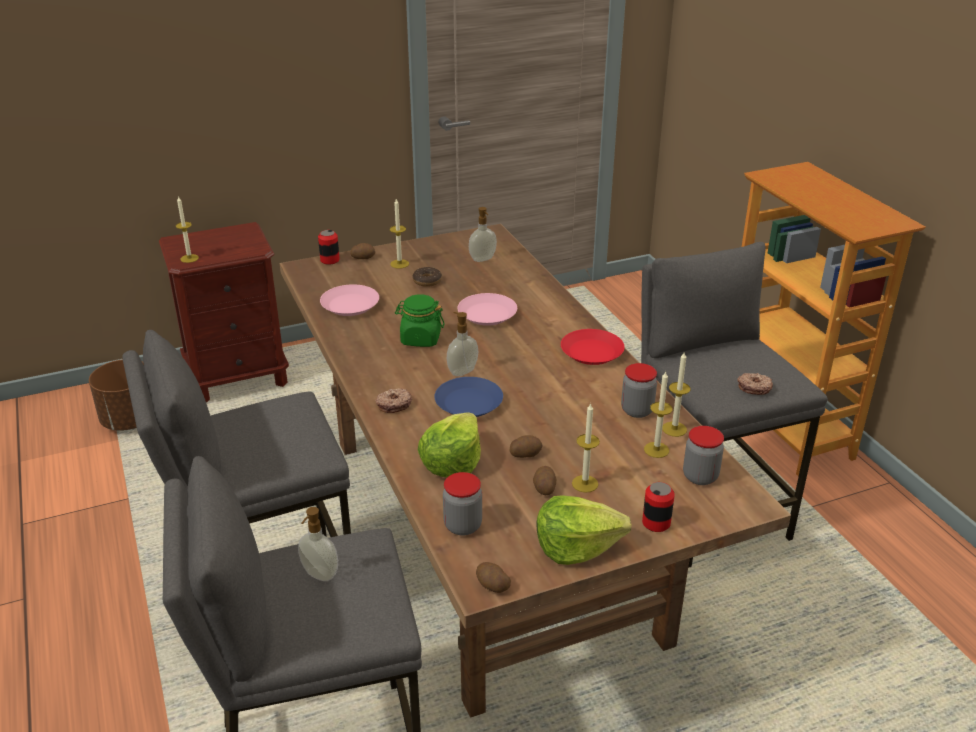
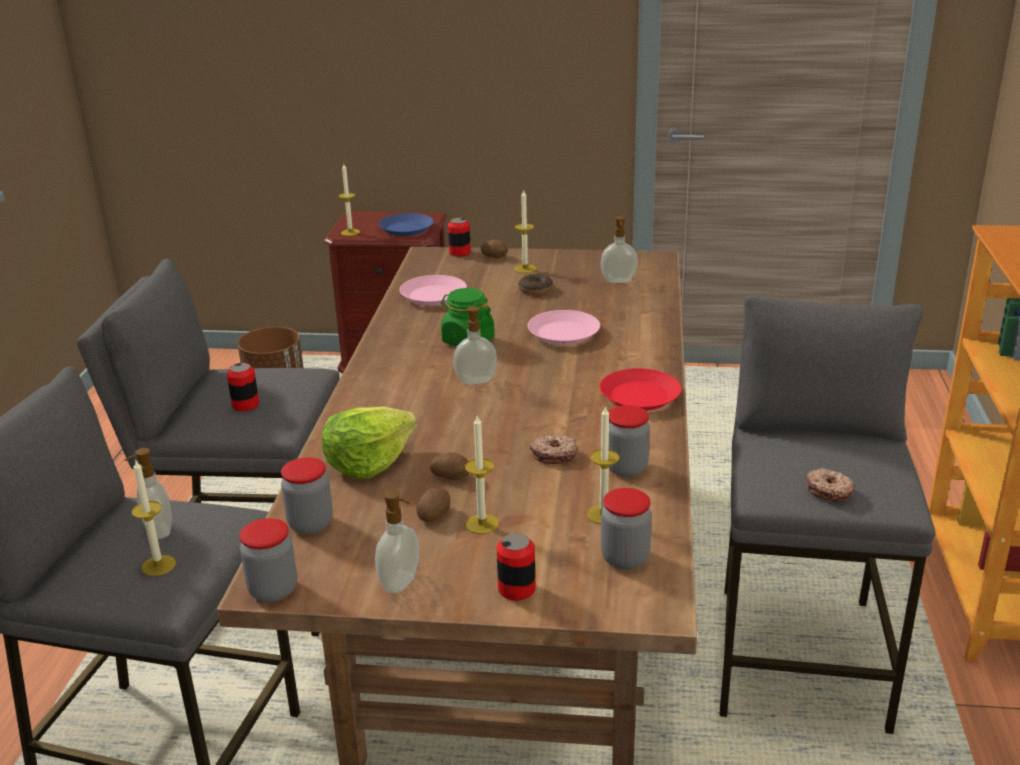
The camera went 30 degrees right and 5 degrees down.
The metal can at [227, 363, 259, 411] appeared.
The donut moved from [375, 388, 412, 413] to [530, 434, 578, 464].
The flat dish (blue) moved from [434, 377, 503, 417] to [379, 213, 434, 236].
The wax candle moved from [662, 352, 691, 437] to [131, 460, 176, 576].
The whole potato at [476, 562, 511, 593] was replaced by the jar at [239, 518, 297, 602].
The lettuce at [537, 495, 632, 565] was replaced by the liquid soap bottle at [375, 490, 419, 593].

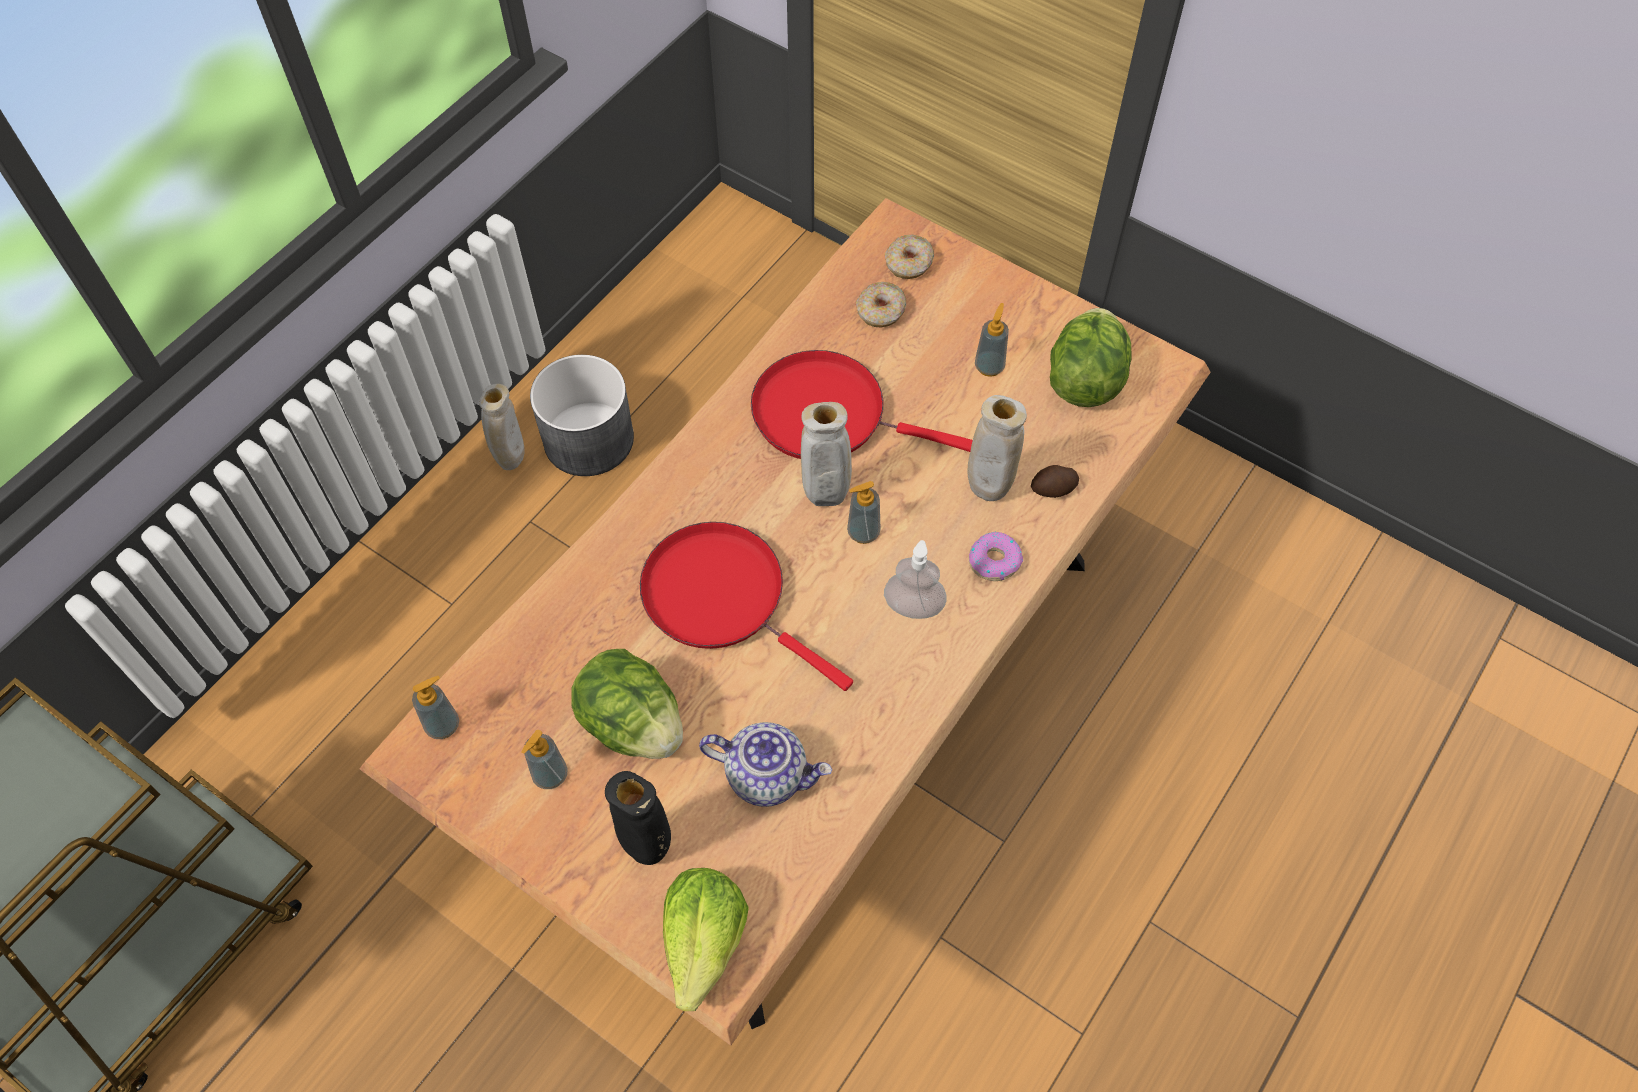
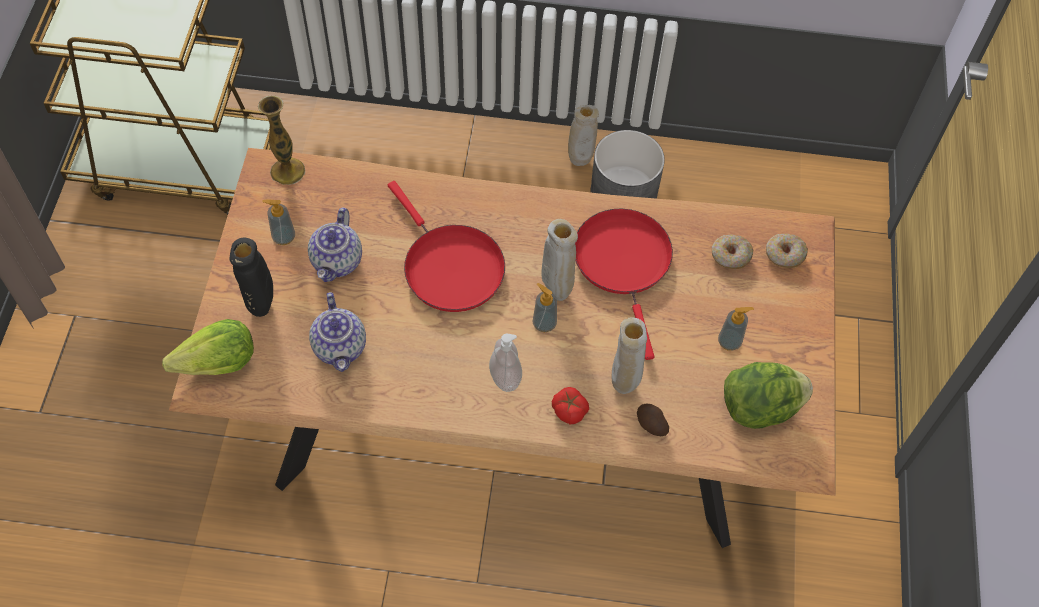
The camera went 60 degrees right and 0 degrees up.
The liquid soap bottle at [412, 676, 459, 739] was replaced by the vase at [258, 96, 305, 185].
The lettuce at [571, 649, 683, 759] was replaced by the pot for tea at [308, 208, 362, 282].
The donut at [969, 532, 1023, 581] was replaced by the tomato at [552, 387, 589, 425].
The pan (red-coloured) at [640, 522, 853, 691] turned 135 degrees clockwise.

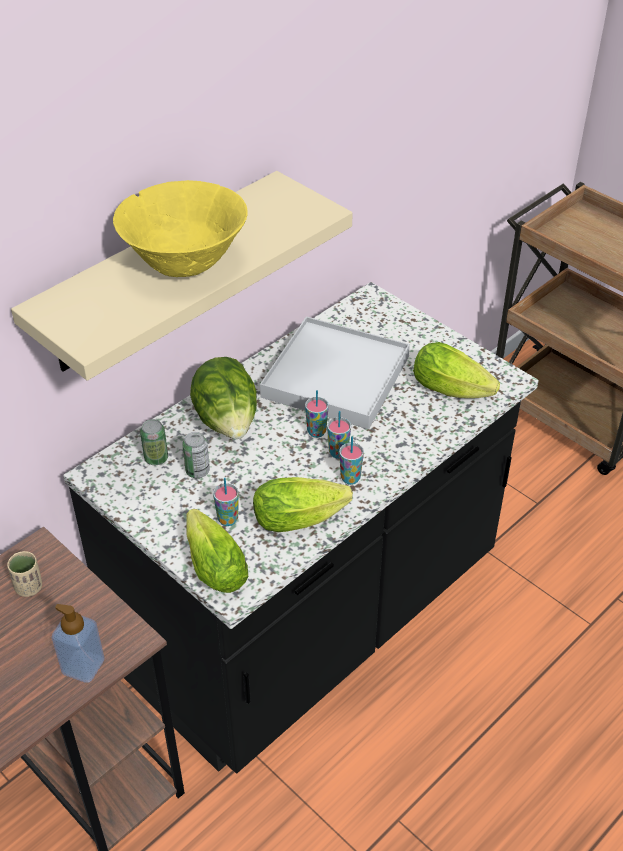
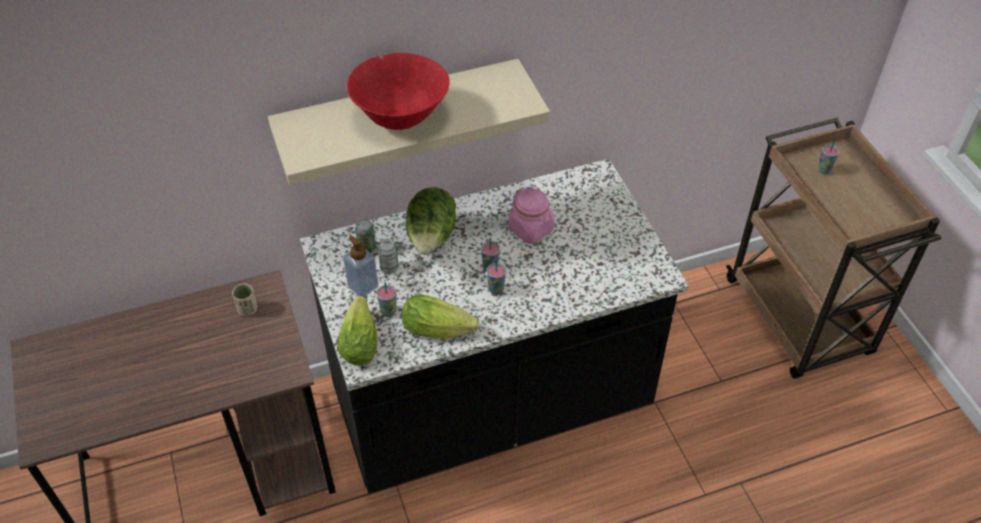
The camera went 25 degrees right and 5 degrees up.
The lettuce at [413, 342, 500, 398] disappeared.
The liquid soap bottle moved from [52, 604, 104, 683] to [343, 236, 378, 297].
The small cup moved from [339, 436, 364, 485] to [818, 140, 839, 174].
The serving tray (white) at [260, 316, 410, 429] was replaced by the jar (pink) at [508, 187, 554, 244].
The serving bowl (yellow) at [113, 180, 248, 277] became the serving bowl (red-coloured) at [347, 53, 450, 130].

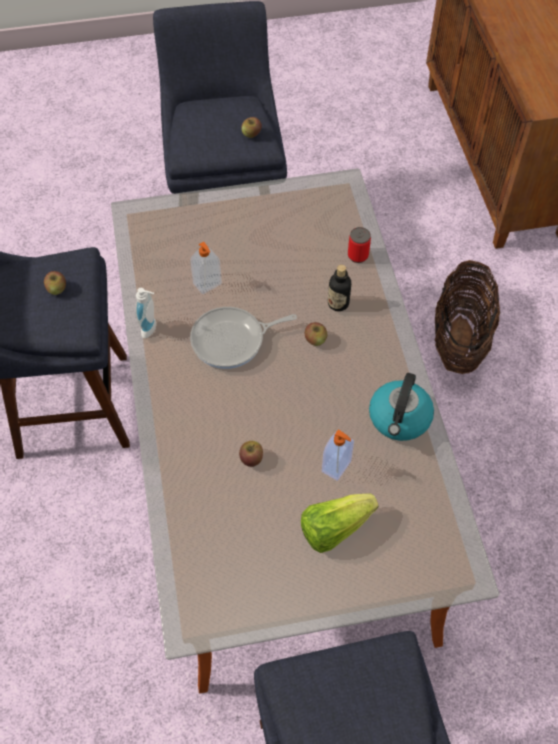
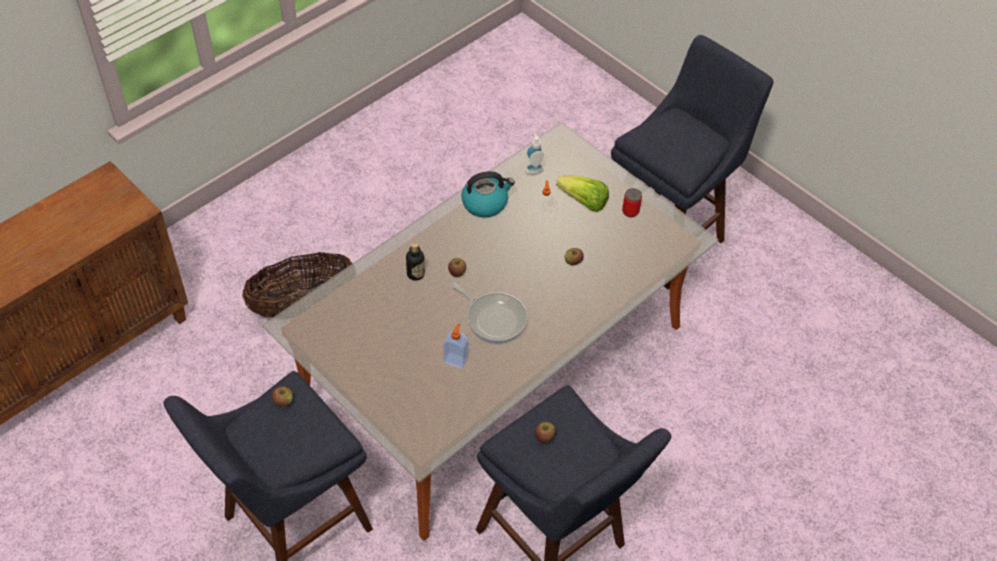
The camera went 125 degrees left and 5 degrees down.
The liquid soap bottle moved from [135, 288, 156, 338] to [523, 131, 548, 175].
The metal can moved from [348, 227, 371, 263] to [622, 188, 642, 217].

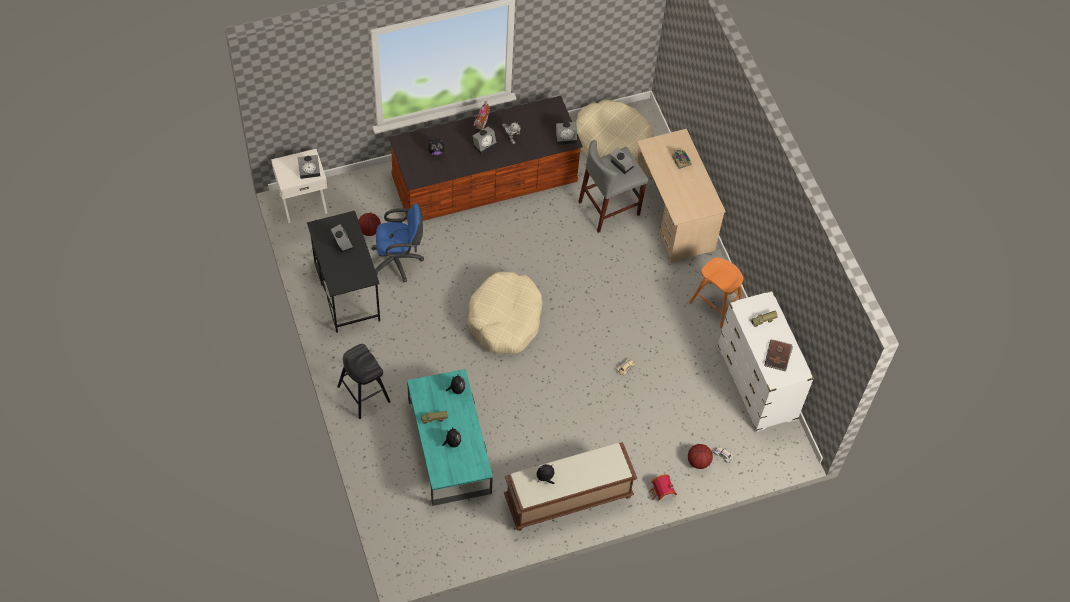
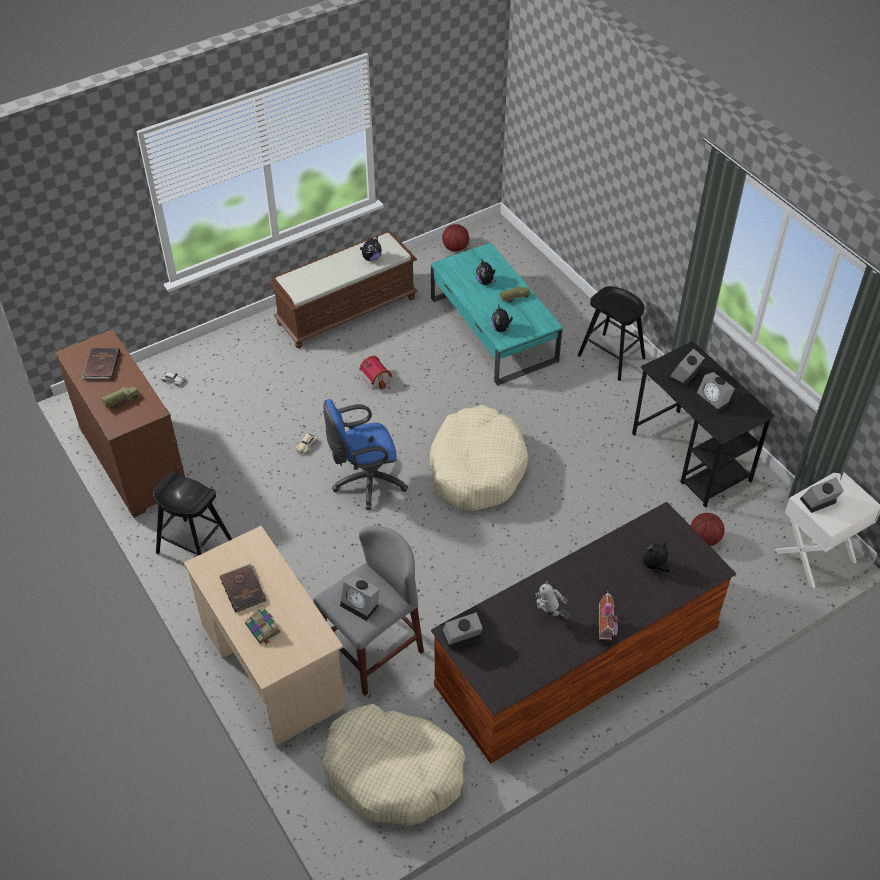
The camera went 170 degrees right and 10 degrees down.
The book (brown-coloured) at [220, 563, 267, 613] appeared.
The office chair (blue) moved from [371, 203, 424, 282] to [324, 399, 408, 510].
The alarm clock moved from [473, 127, 497, 155] to [668, 348, 704, 387].
The miniature house moved from [649, 474, 677, 502] to [359, 356, 392, 390].
The basketball moved from [688, 444, 713, 469] to [442, 224, 469, 252].
The stool seat (orange-coloured) at [689, 258, 743, 328] became the stool seat (blackish) at [153, 471, 232, 556].
The dresser (white) at [718, 290, 814, 432] became the dresser (brown-coloured) at [54, 329, 185, 518].

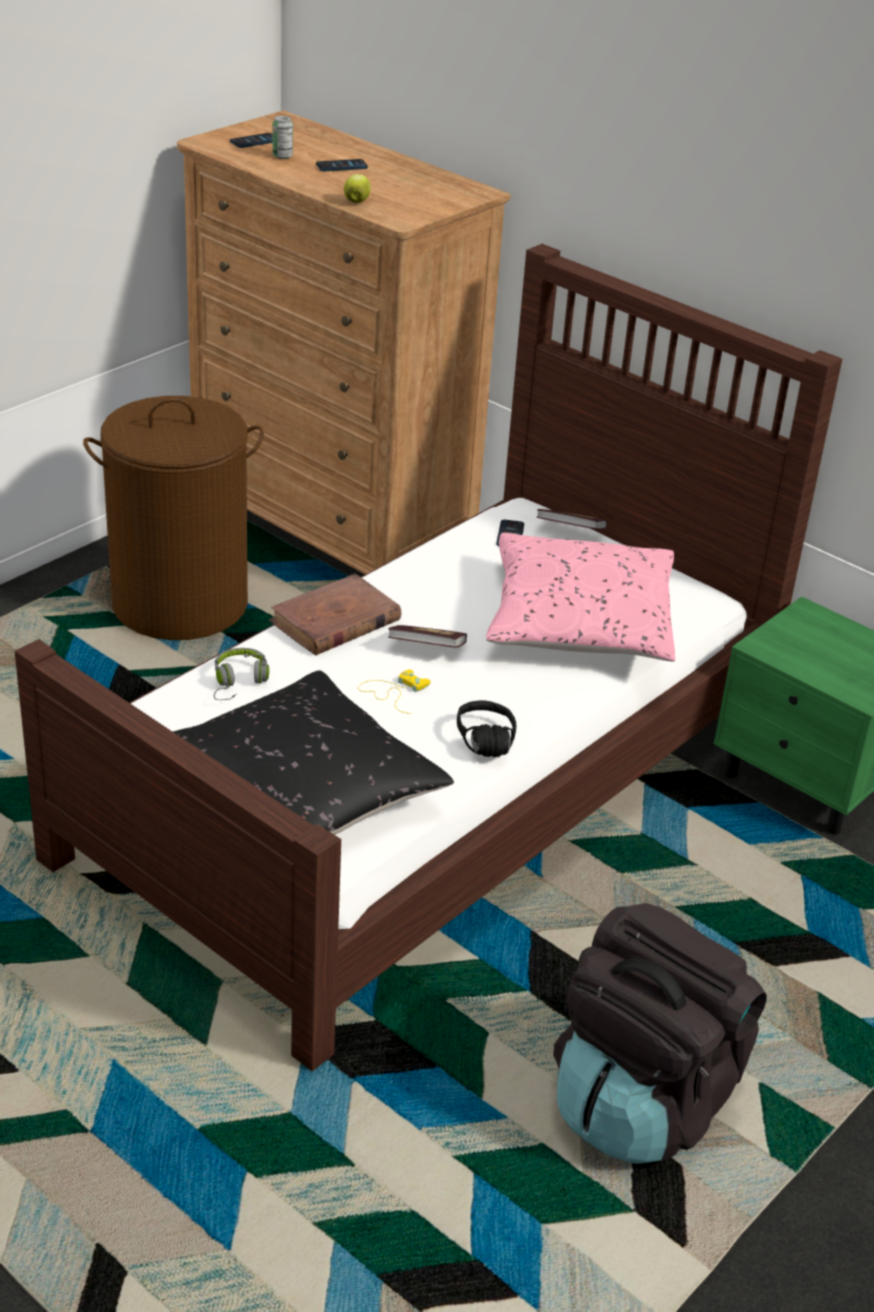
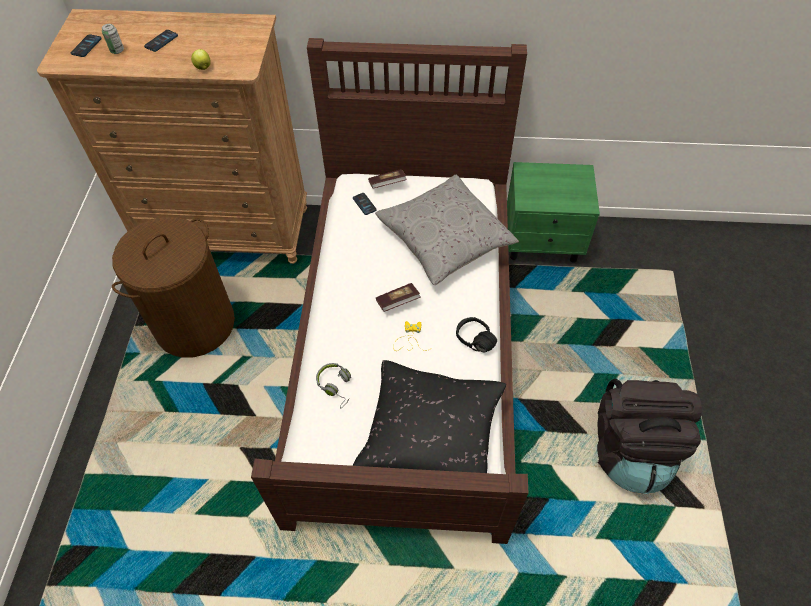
The camera went 35 degrees left and 20 degrees up.
The book (brown-coloured) at [269, 574, 401, 656] disappeared.
The throw pillow (pink) at [486, 533, 675, 662] became the throw pillow (greyish) at [375, 174, 519, 285].

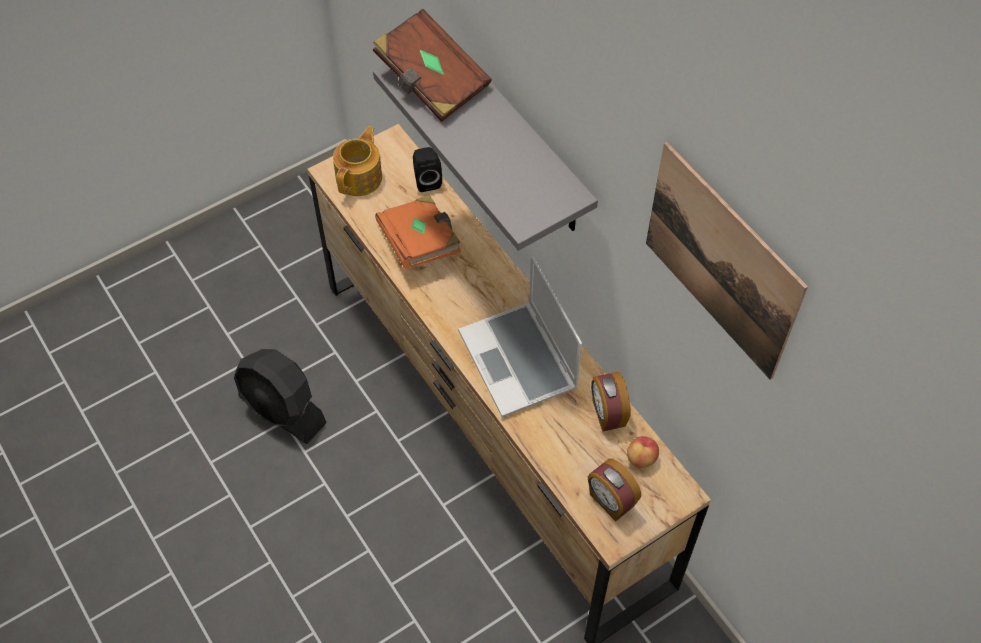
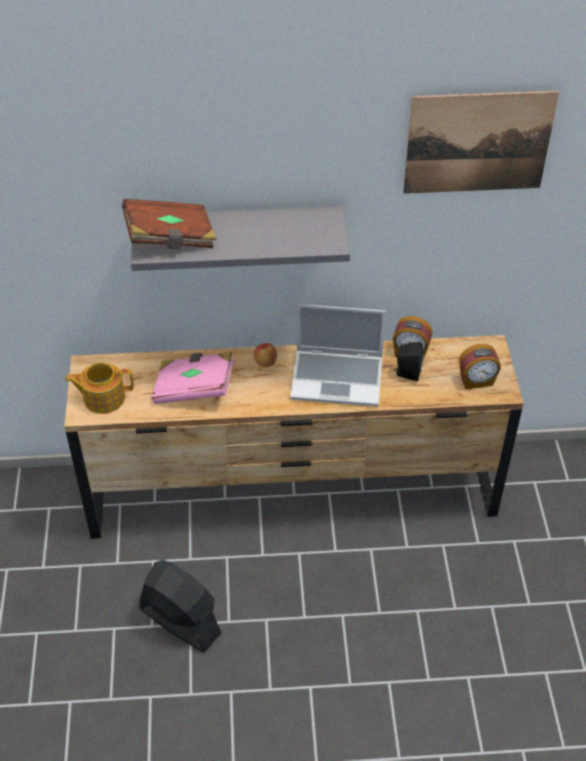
The camera went 60 degrees left and 10 degrees down.
The speaker (blackish) moved from [413, 147, 442, 192] to [394, 342, 424, 381].
The apple fruit moved from [627, 436, 659, 468] to [254, 343, 277, 367].
The book (orange-coloured) at [375, 195, 461, 269] became the book (pink) at [152, 352, 234, 404].
The cooling fan (blackish) at [234, 349, 327, 444] turned 120 degrees counterclockwise.
The pot for tea at [333, 126, 382, 196] turned 60 degrees counterclockwise.

